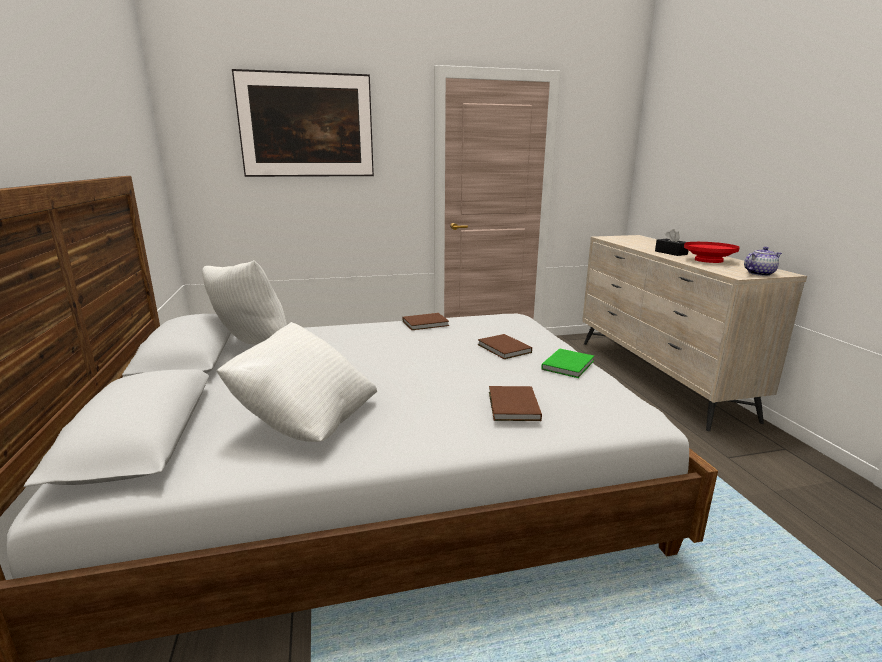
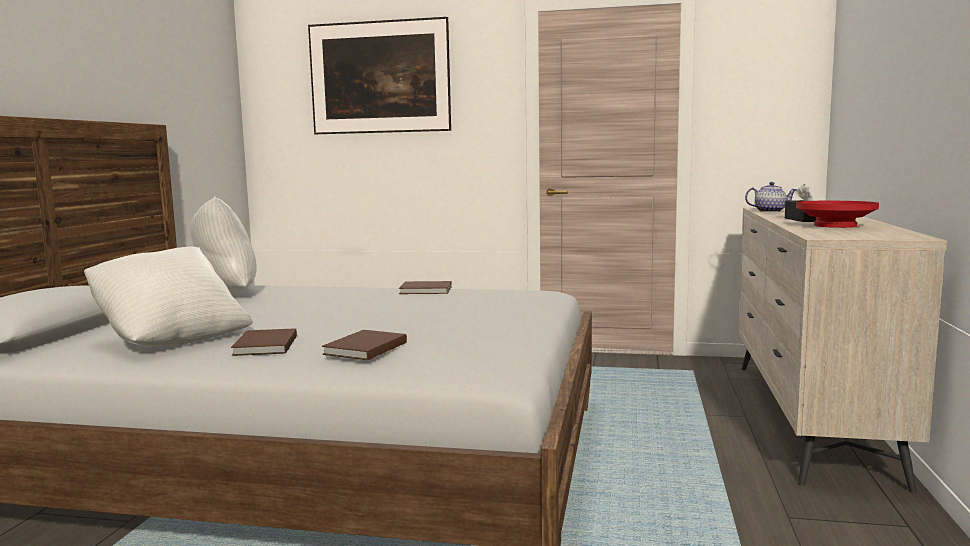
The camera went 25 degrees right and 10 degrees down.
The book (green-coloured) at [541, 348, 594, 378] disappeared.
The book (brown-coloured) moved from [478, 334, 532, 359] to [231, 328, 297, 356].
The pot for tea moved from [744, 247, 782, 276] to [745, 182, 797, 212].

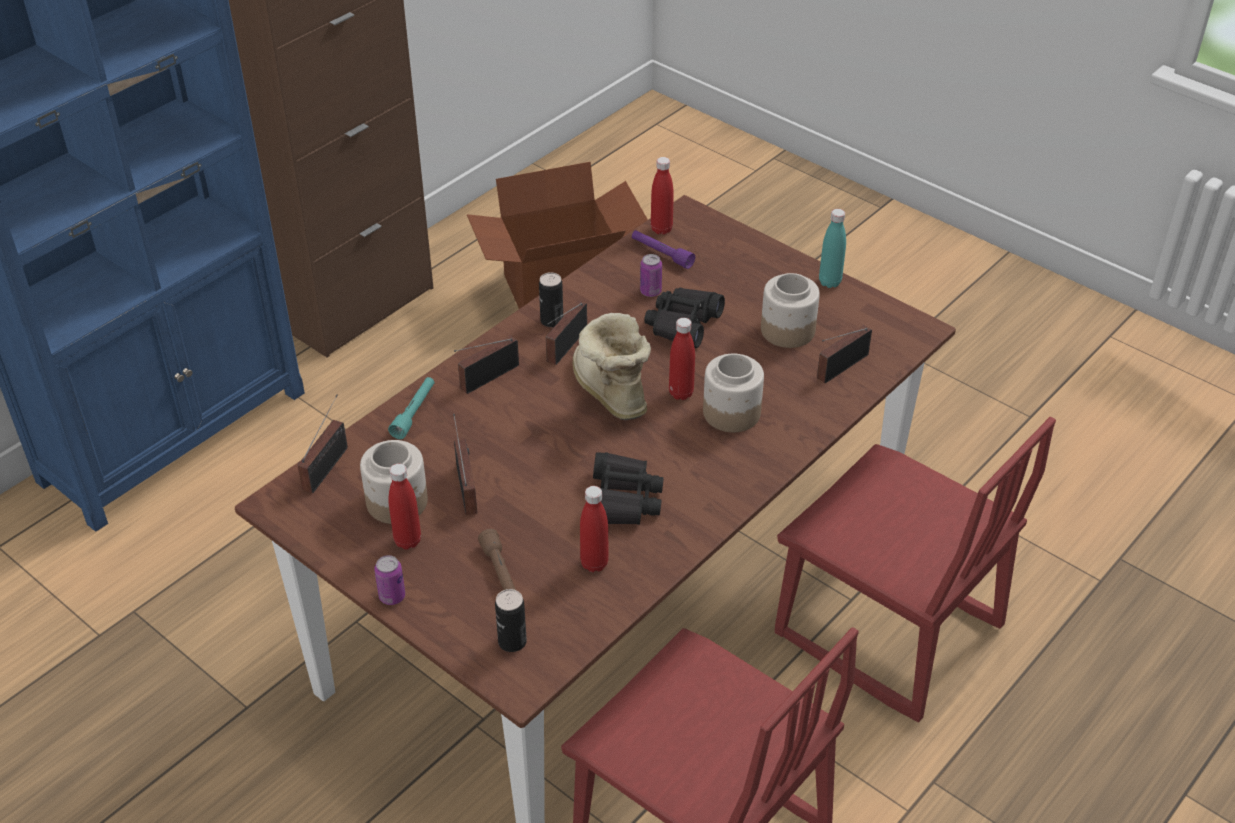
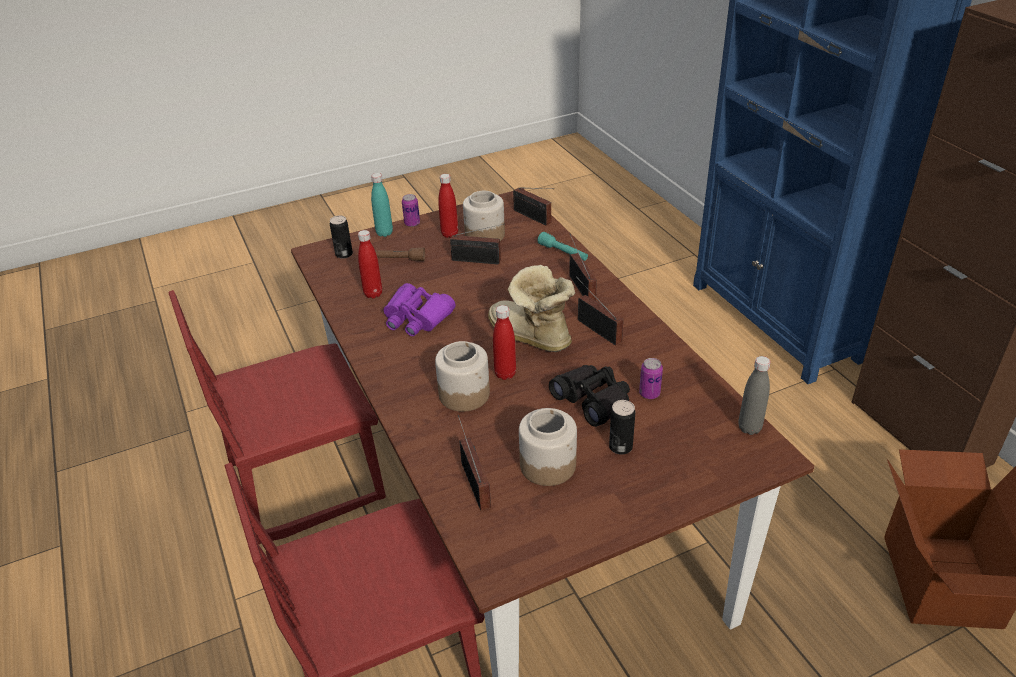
The camera went 115 degrees right and 5 degrees down.
The hand torch (purple-coloured) at [632, 230, 695, 269] disappeared.
The metal can moved from [539, 272, 563, 327] to [609, 400, 635, 455].
The bottle (turquoise-coloured) moved from [819, 209, 846, 288] to [371, 173, 393, 237].
The binoculars (blackish) at [593, 452, 664, 525] became the binoculars (purple-coloured) at [384, 283, 455, 336].
The bottle (red-coloured) at [651, 157, 674, 235] became the bottle (greyish) at [738, 356, 771, 435].
The tall boot at [573, 313, 651, 420] turned 135 degrees counterclockwise.

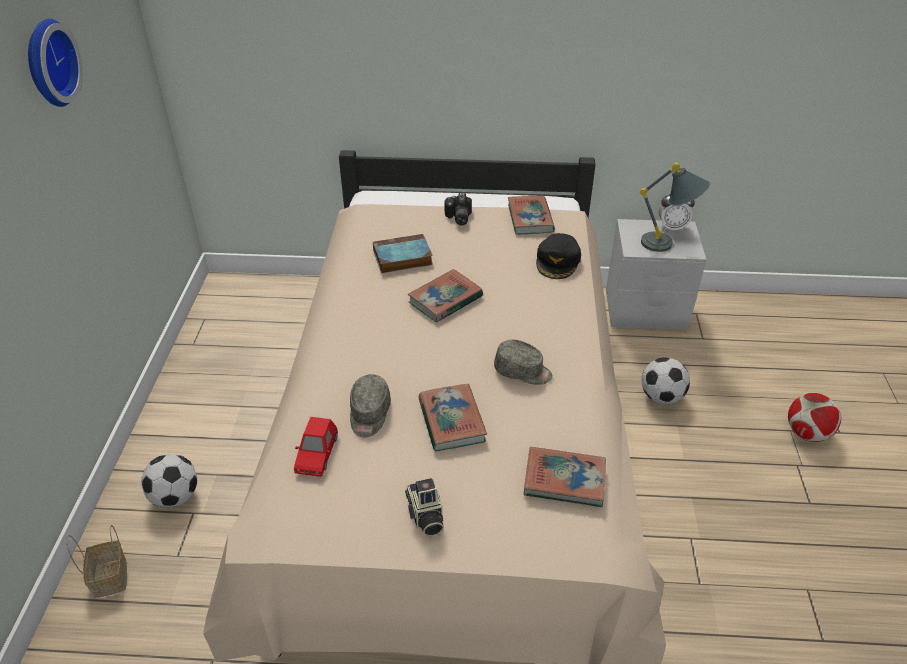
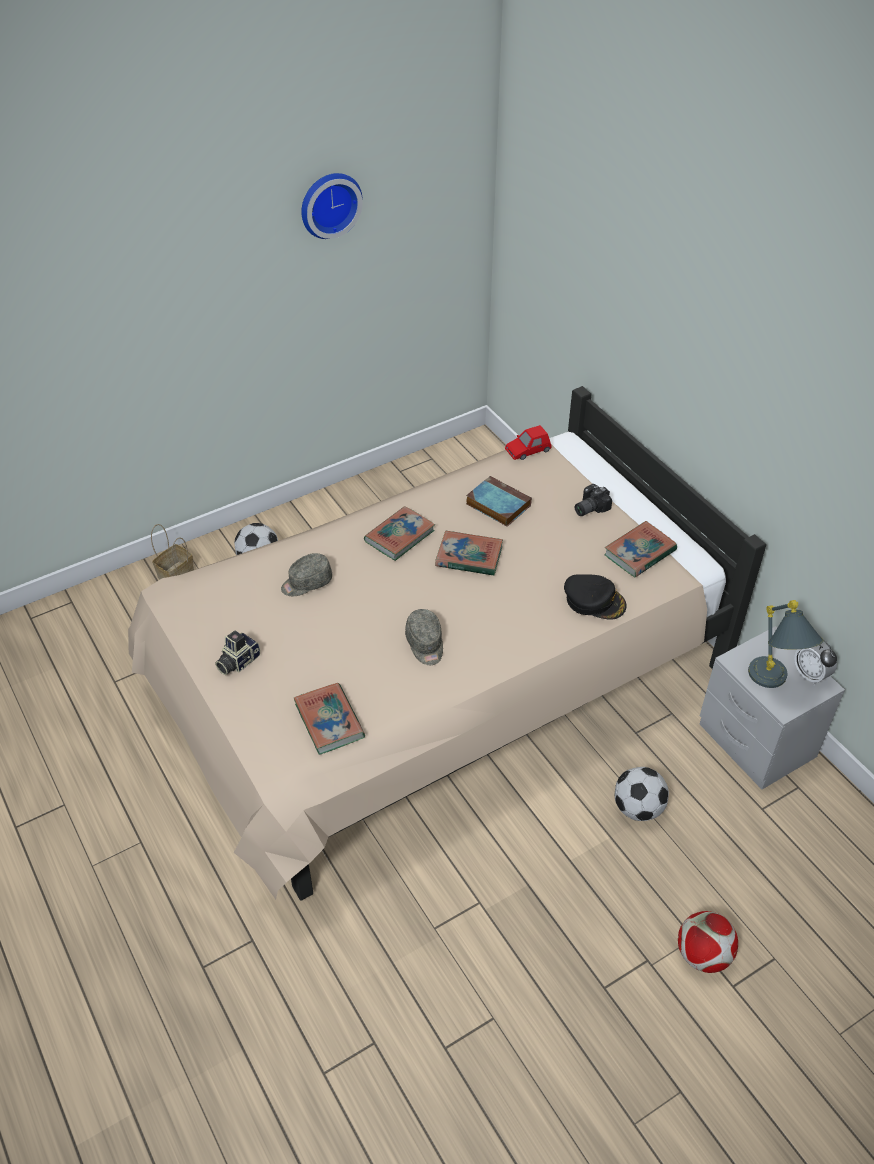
The camera went 55 degrees right and 5 degrees up.
The model car (red-coloured) moved from [294, 417, 338, 477] to [505, 425, 552, 460].
The book moved from [419, 384, 487, 451] to [364, 506, 435, 561].
The cap (blackish) at [536, 233, 581, 279] turned 135 degrees counterclockwise.

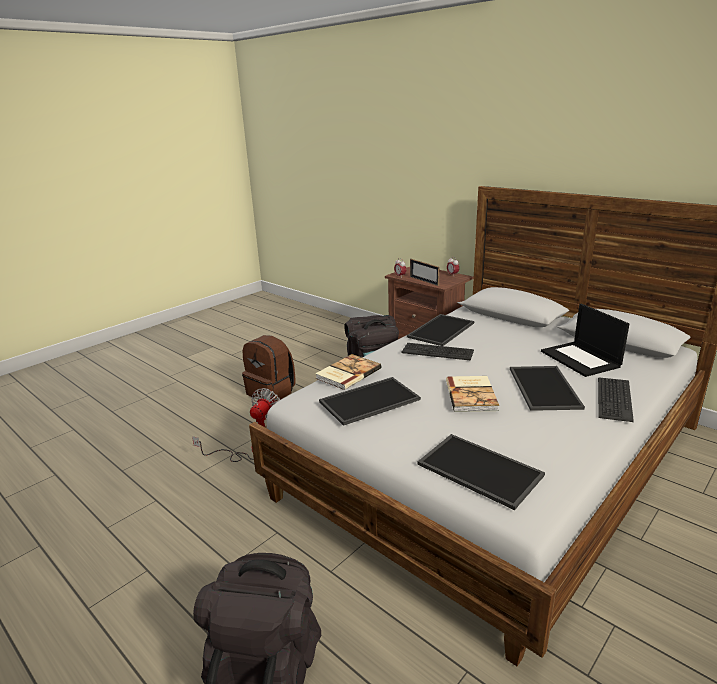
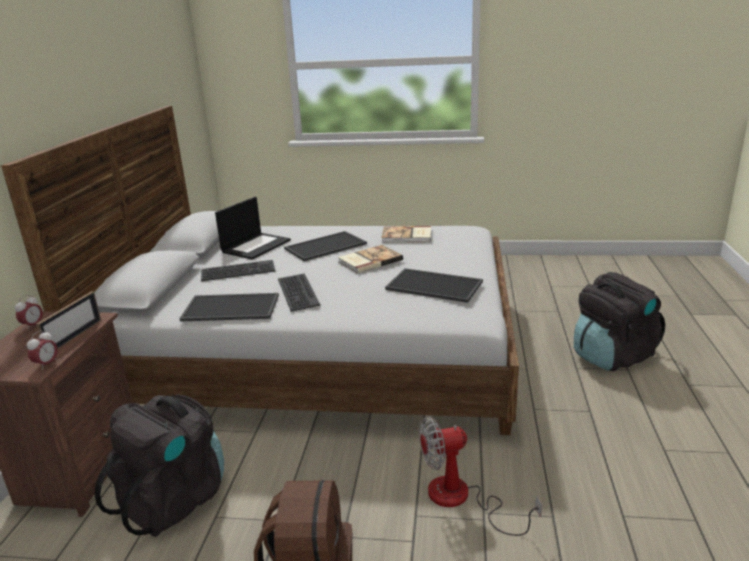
The camera went 125 degrees left and 0 degrees up.
The serving tray at [417, 434, 545, 510] disappeared.
The book moved from [315, 354, 381, 390] to [381, 226, 431, 243].
The computer keyboard moved from [598, 377, 634, 422] to [201, 260, 275, 281].

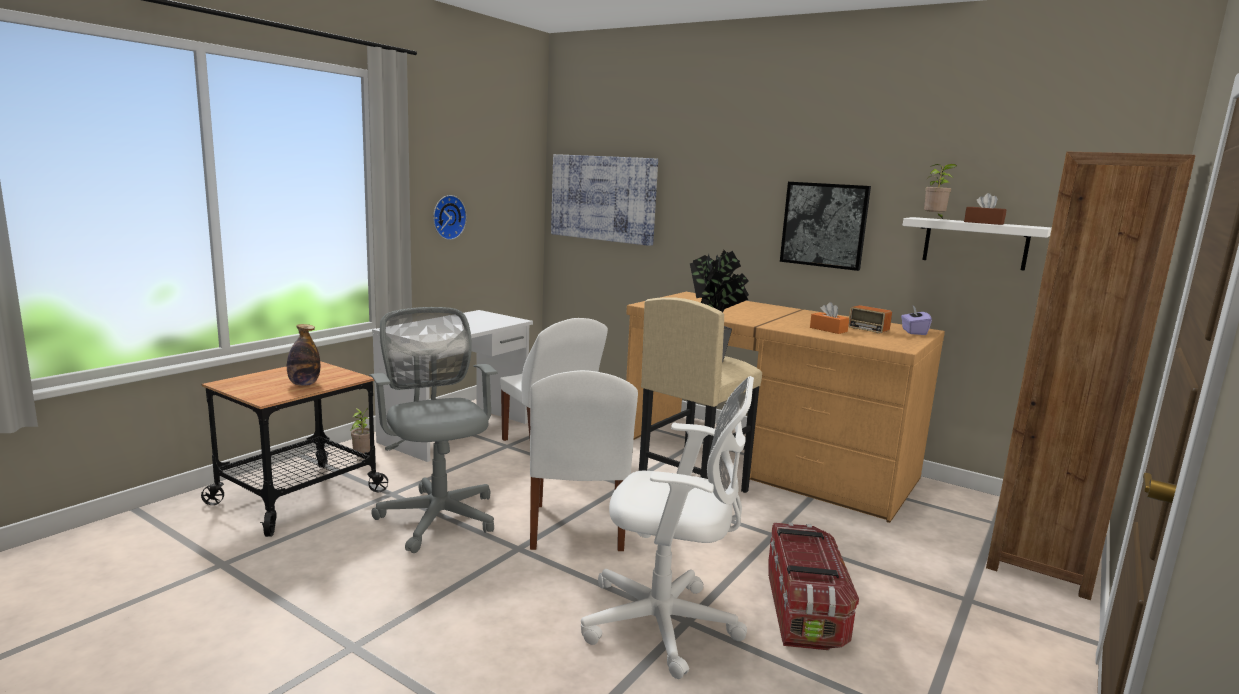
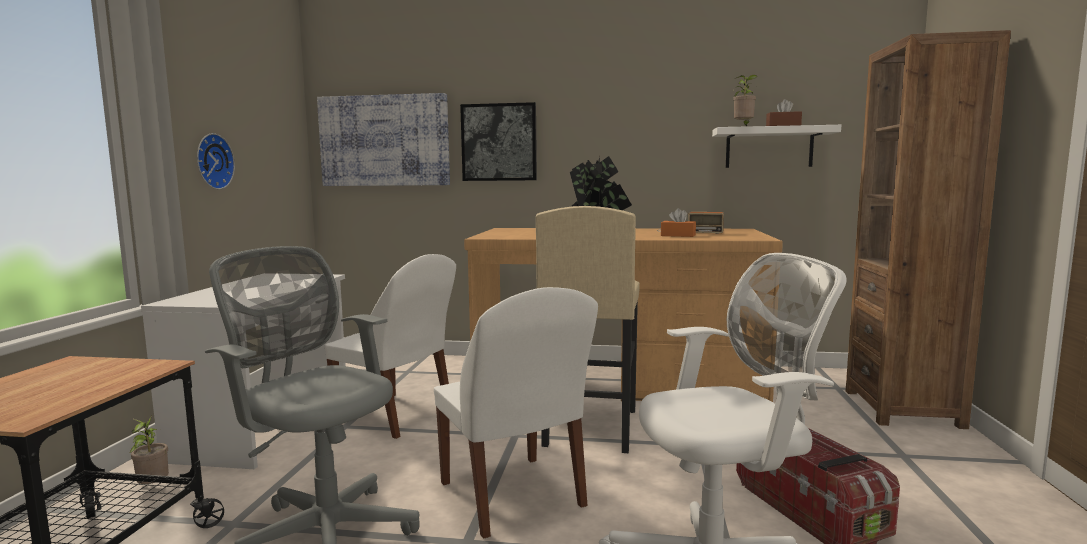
The camera went 25 degrees left and 5 degrees down.
The bottle at [287, 324, 320, 386] disappeared.
The tissue box (purple-coloured) at [901, 306, 932, 335] disappeared.
The wall art moved from [780, 182, 871, 271] to [460, 102, 537, 181].

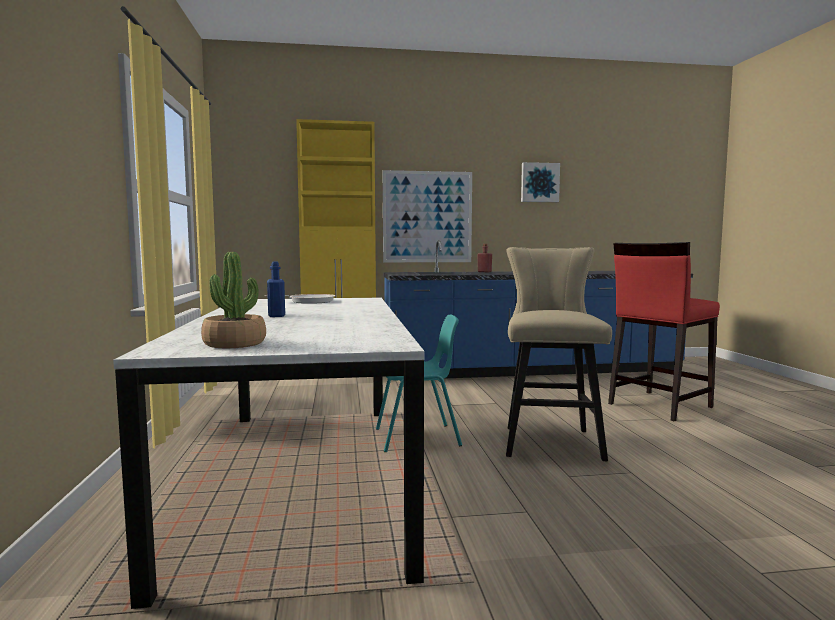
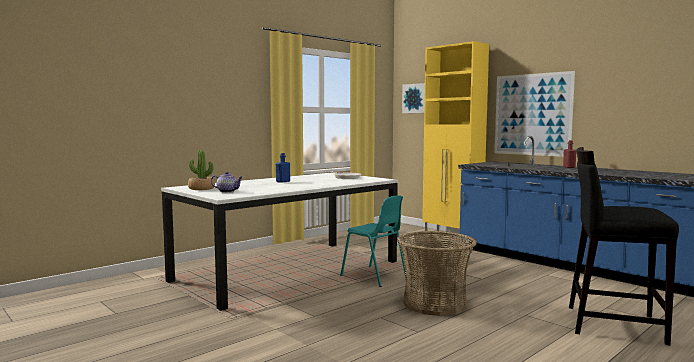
The camera went 55 degrees right and 0 degrees up.
The pot for tea at [211, 172, 243, 193] appeared.
The wall art moved from [521, 162, 560, 202] to [402, 83, 425, 113].
The stool seat (beige) at [506, 247, 612, 461] was replaced by the basket at [397, 231, 477, 316].
The stool seat (red-coloured) at [608, 242, 720, 421] became the stool seat (blackish) at [569, 147, 679, 346].

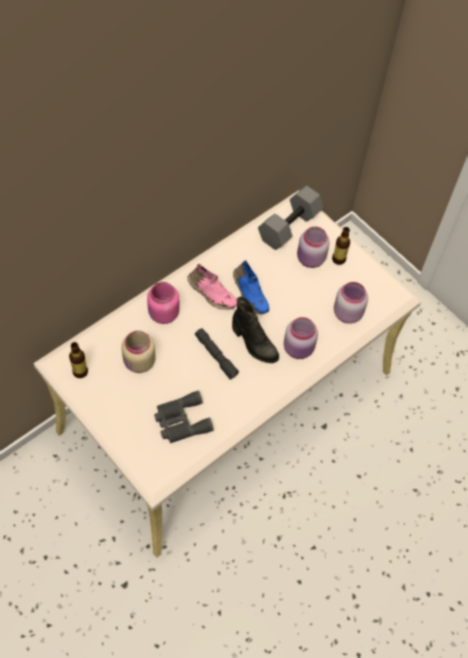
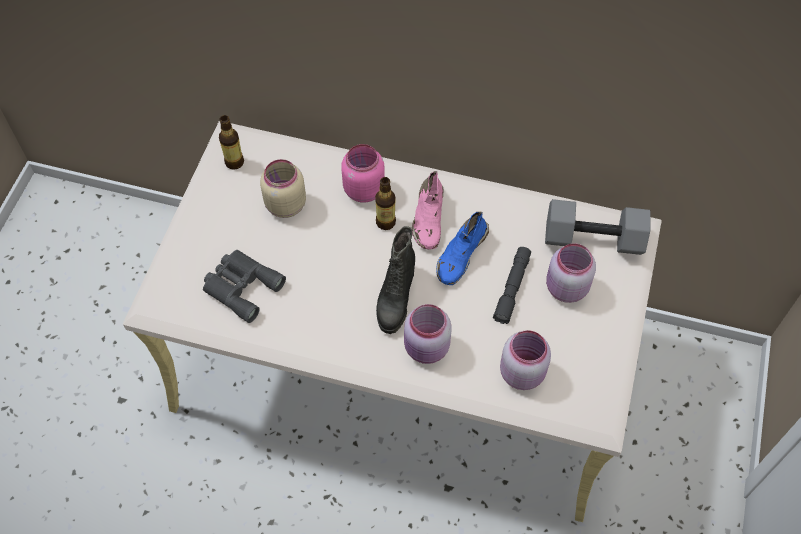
The camera went 60 degrees right and 0 degrees up.
The hand torch (greyish) moved from [195, 328, 239, 379] to [493, 247, 531, 324].
The bottle moved from [332, 227, 350, 265] to [375, 177, 396, 230].

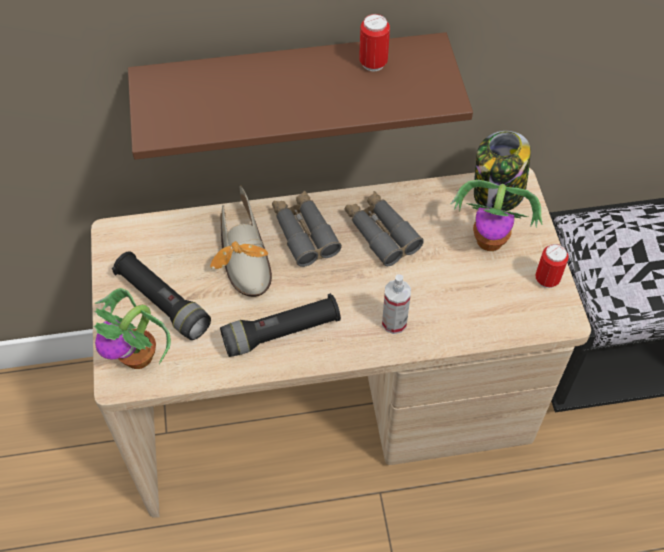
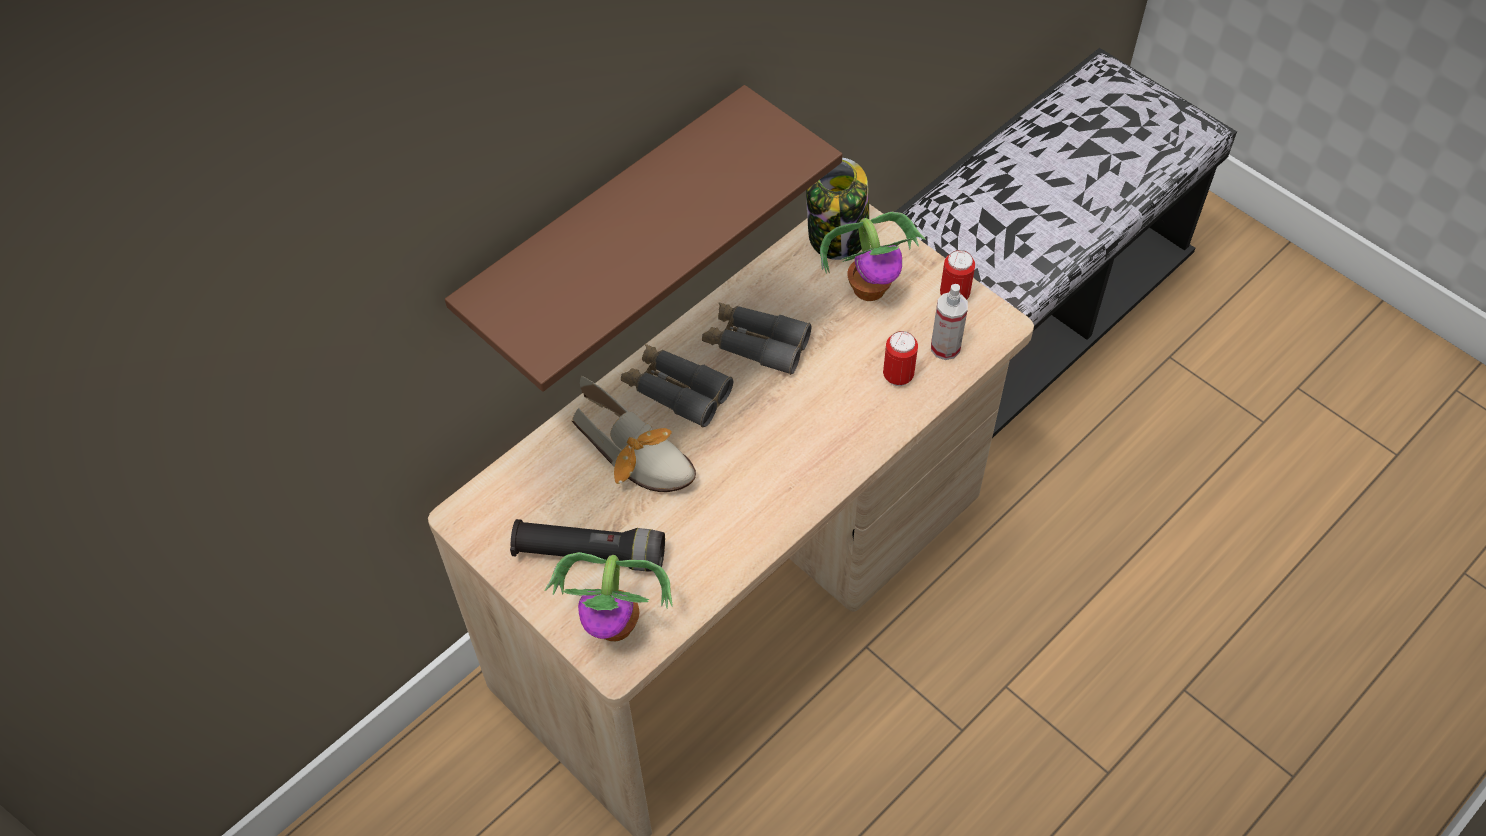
The camera went 35 degrees left and 0 degrees up.
The hand torch (blackish) at [220, 293, 341, 357] disappeared.
The metal can moved from [359, 14, 390, 71] to [883, 331, 918, 386].
The sprayer moved from [382, 274, 411, 334] to [931, 284, 968, 360].

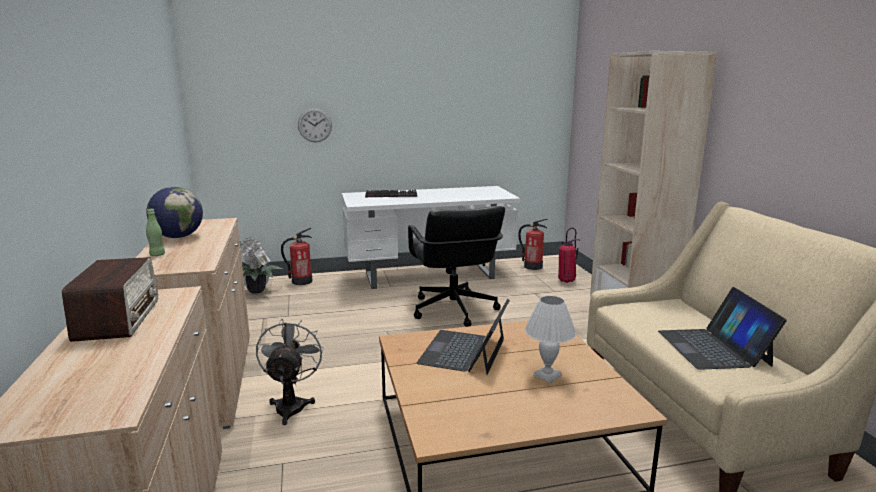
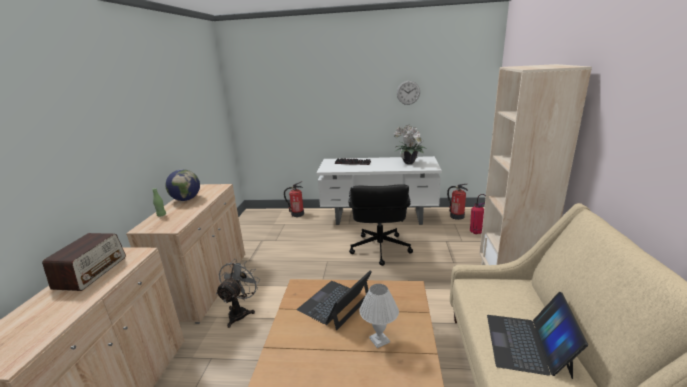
The camera went 20 degrees right and 5 degrees up.
The houseplant moved from [240, 237, 282, 294] to [394, 125, 428, 164].
The clock on the wall moved from [298, 108, 332, 142] to [397, 81, 420, 105].

